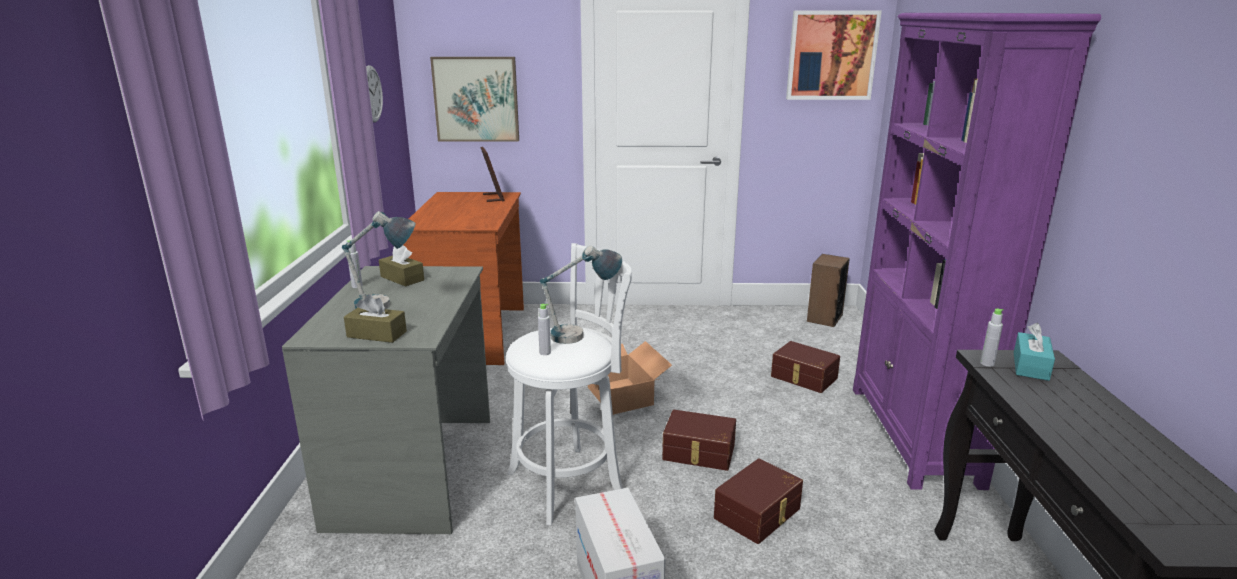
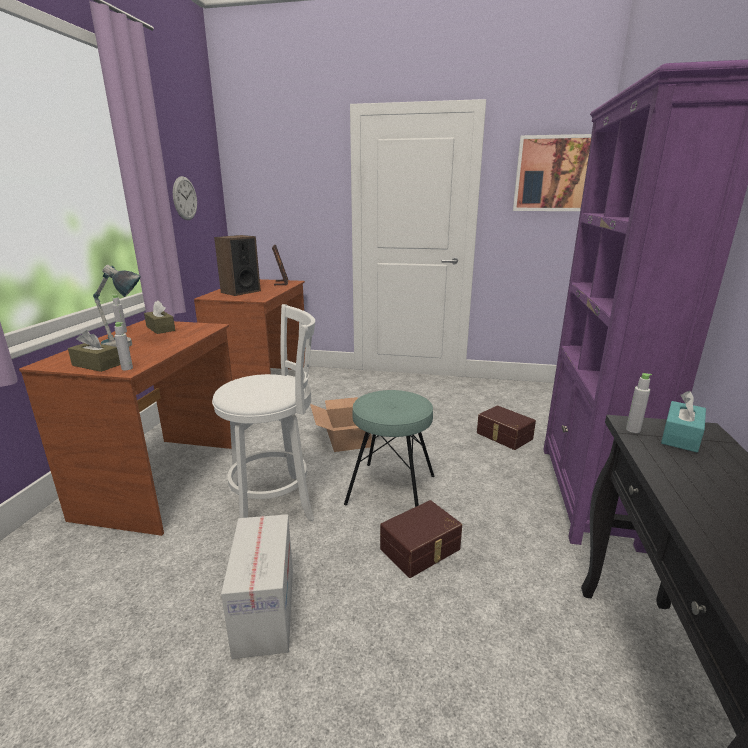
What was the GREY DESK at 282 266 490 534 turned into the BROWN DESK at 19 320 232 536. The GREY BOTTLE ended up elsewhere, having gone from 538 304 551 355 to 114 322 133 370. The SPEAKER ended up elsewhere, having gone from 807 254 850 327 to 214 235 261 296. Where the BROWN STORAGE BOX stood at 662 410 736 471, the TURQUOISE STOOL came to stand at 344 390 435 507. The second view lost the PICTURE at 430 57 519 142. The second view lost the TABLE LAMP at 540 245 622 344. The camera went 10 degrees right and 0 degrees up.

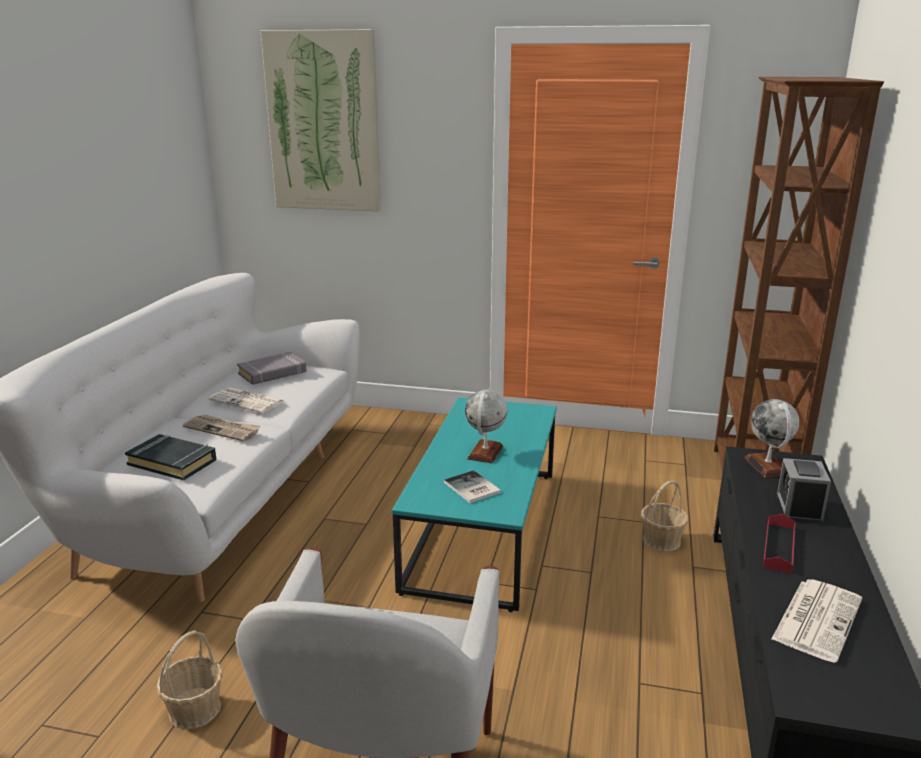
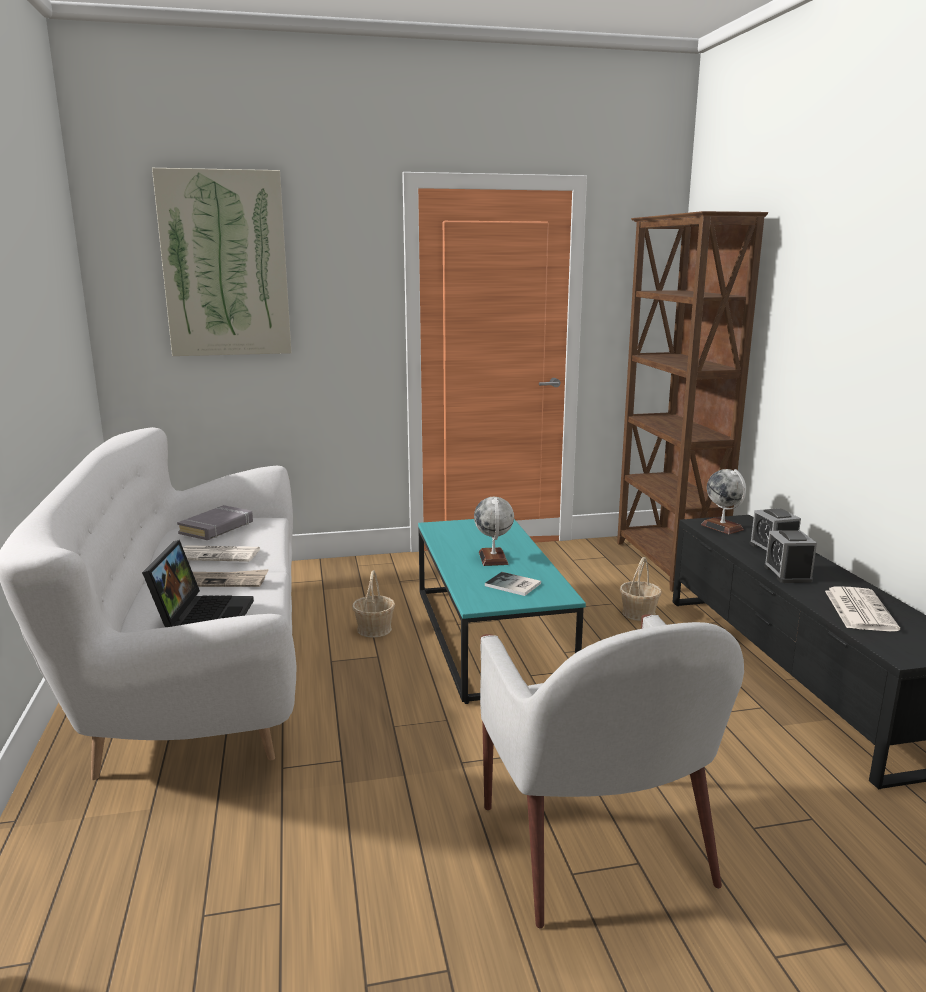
Where the BLACK BOOK stood at 125 434 216 480, the LAPTOP came to stand at 142 540 254 627. The BASKET ended up elsewhere, having gone from 156 630 223 729 to 352 570 395 638. Where the RED TRAY stood at 763 514 796 573, the ALARM CLOCK came to stand at 764 530 817 583. The camera went 25 degrees left and 5 degrees down.

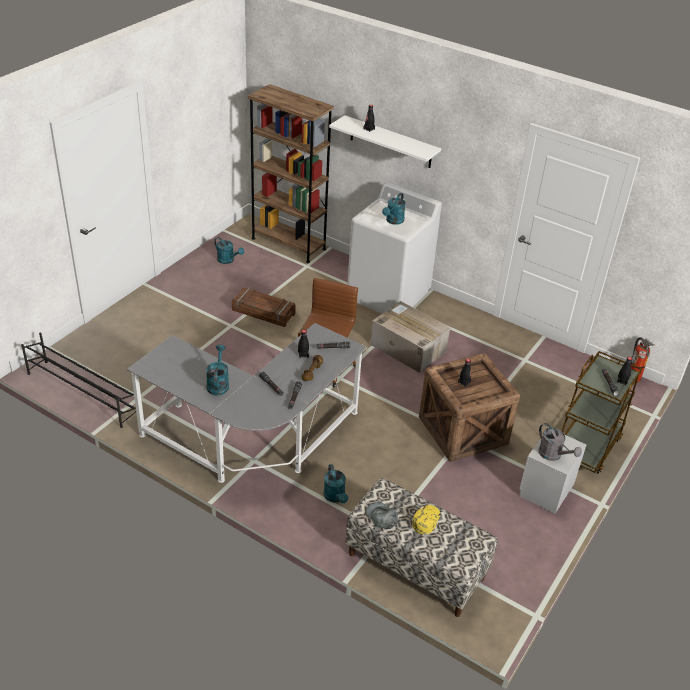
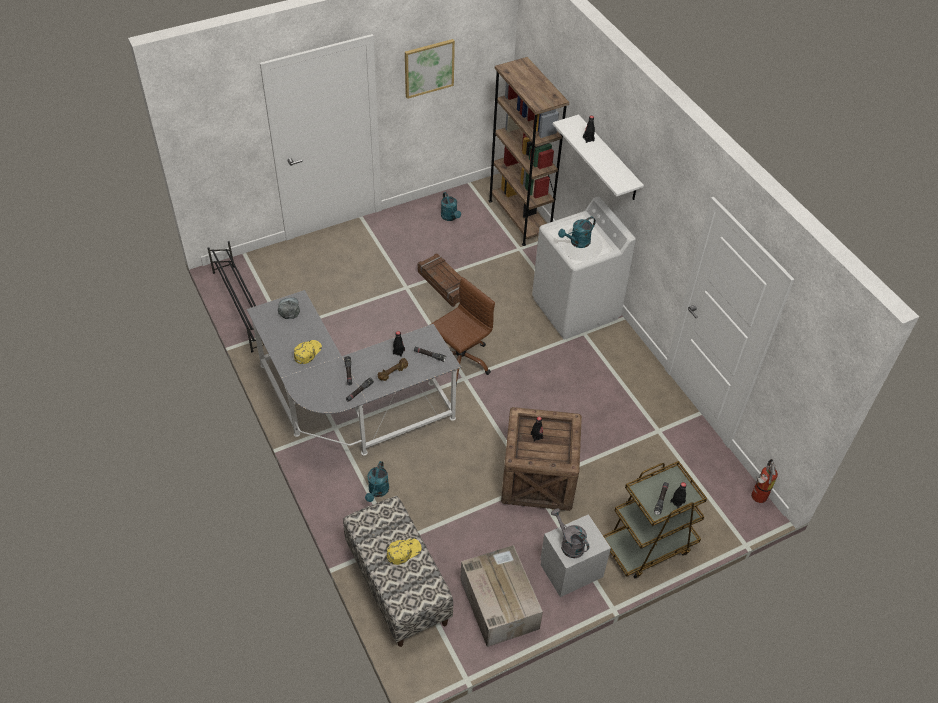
The GREY CAP ended up elsewhere, having gone from 365 502 398 529 to 278 297 300 319. Where the TURQUOISE WATERING CAN stood at 206 345 229 395, the YELLOW CAP came to stand at 294 340 322 364. The second view gained the PICTURE at 405 39 455 99. The CARDBOARD BOX ended up elsewhere, having gone from 370 301 450 373 to 460 545 543 647. The GREY WATERING CAN at 538 423 582 461 ended up facing another way, 150 degrees clockwise from before. The camera went 30 degrees right and 10 degrees up.

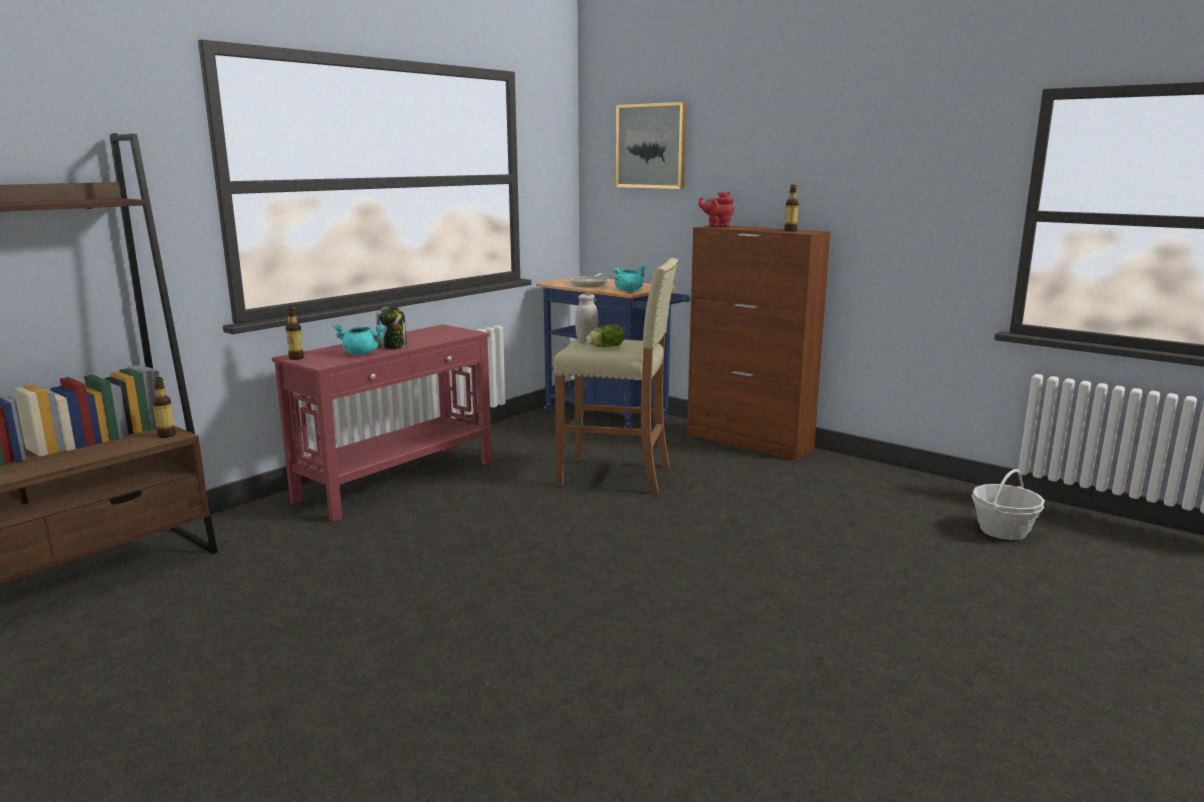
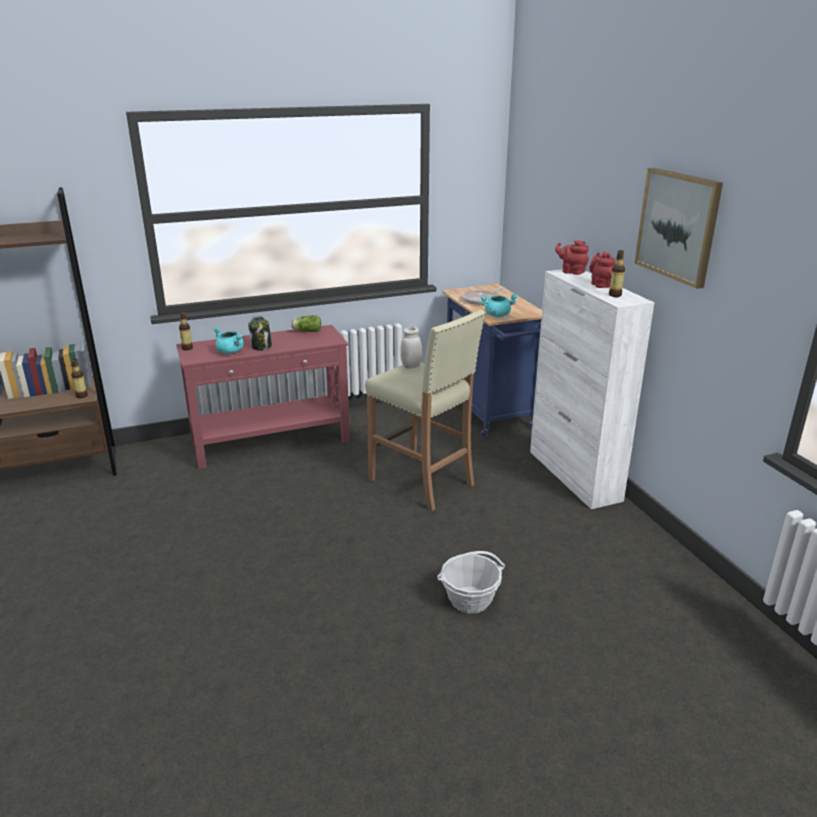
The LETTUCE ended up elsewhere, having gone from 586 324 624 347 to 291 315 321 332. The BASKET ended up elsewhere, having gone from 972 469 1045 540 to 437 551 505 613. What was the BROWN CABINET at 687 226 830 461 turned into the WHITE CABINET at 530 269 654 509. The second view gained the RED TEAPOT at 589 252 616 288. The PICTURE ended up elsewhere, having gone from 616 102 686 189 to 635 168 723 289. The camera went 30 degrees right and 10 degrees up.

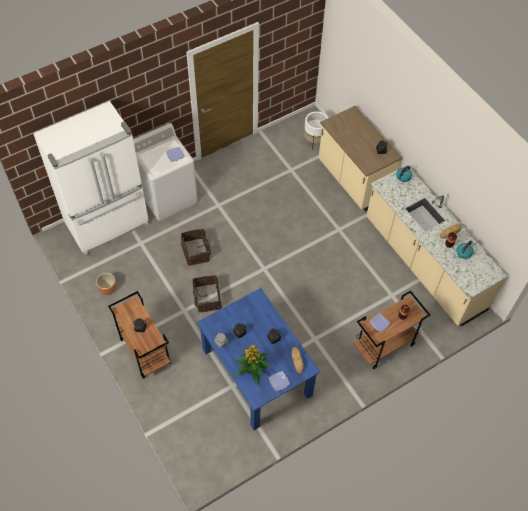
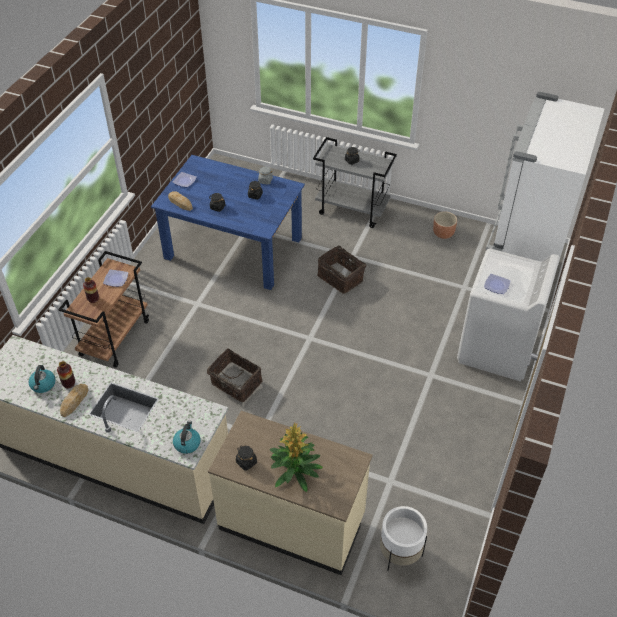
The BASKET ended up elsewhere, having gone from 181 229 211 266 to 207 348 263 402. The POTTED PLANT ended up elsewhere, having gone from 236 344 270 386 to 270 423 323 492. What was the BROWN CART at 108 291 171 379 turned into the GREY CART at 313 137 397 228. The camera went 145 degrees right and 10 degrees down.

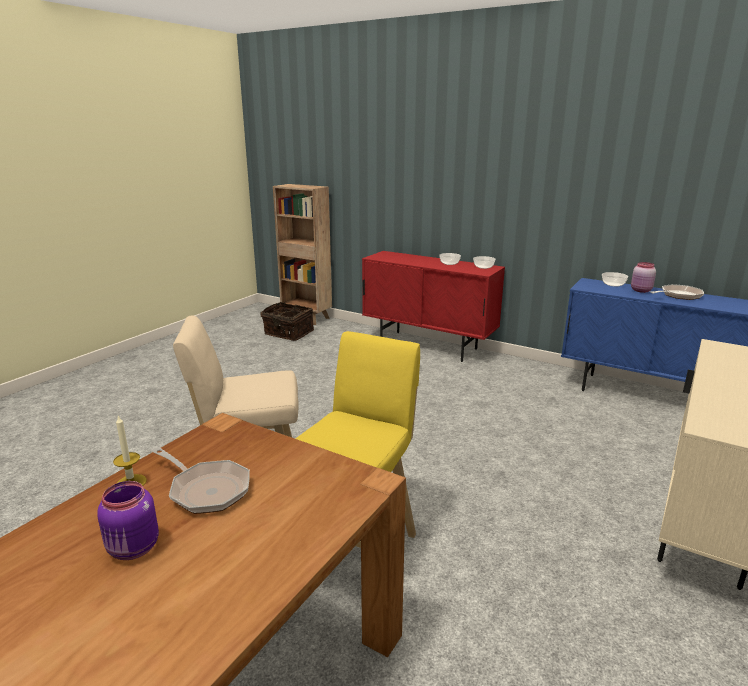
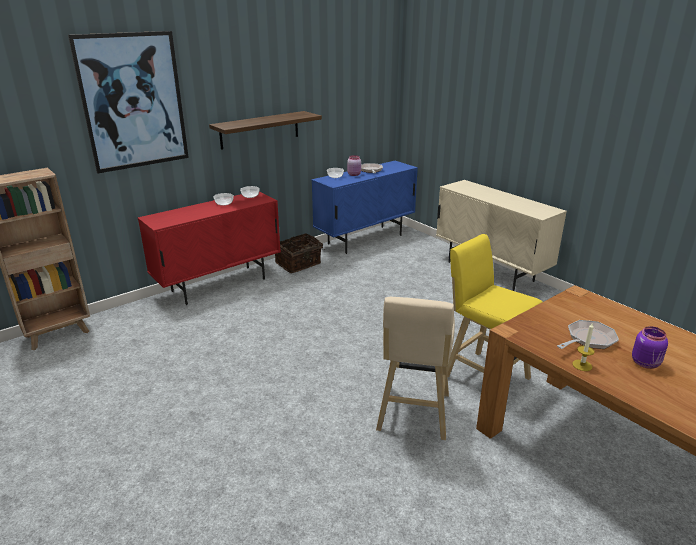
The second view gained the PICTURE at 68 31 189 173. The second view gained the SHELF at 209 111 322 150. The BASKET ended up elsewhere, having gone from 260 302 314 341 to 275 233 325 273. The camera went 70 degrees left and 5 degrees up.

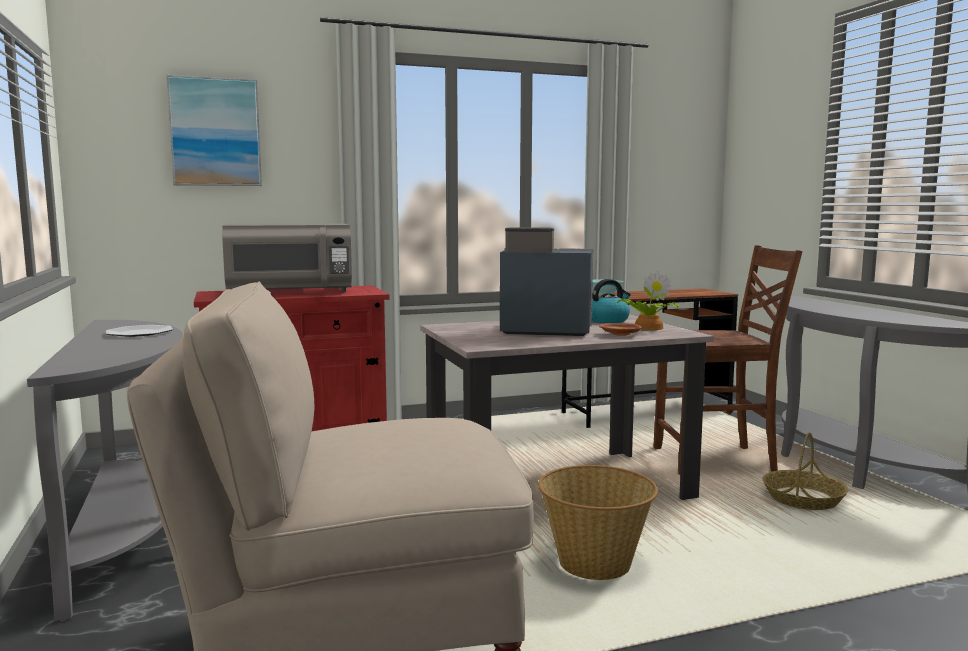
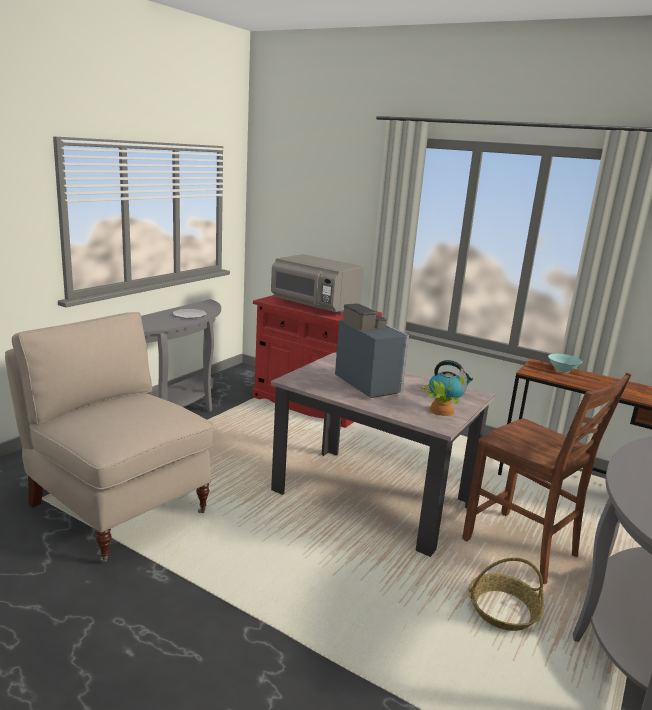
The second view lost the PICTURE at 166 75 262 186. The second view lost the BASKET at 538 465 658 580. The second view lost the BROWN PLATE at 599 323 642 336. The camera went 50 degrees right and 10 degrees up.

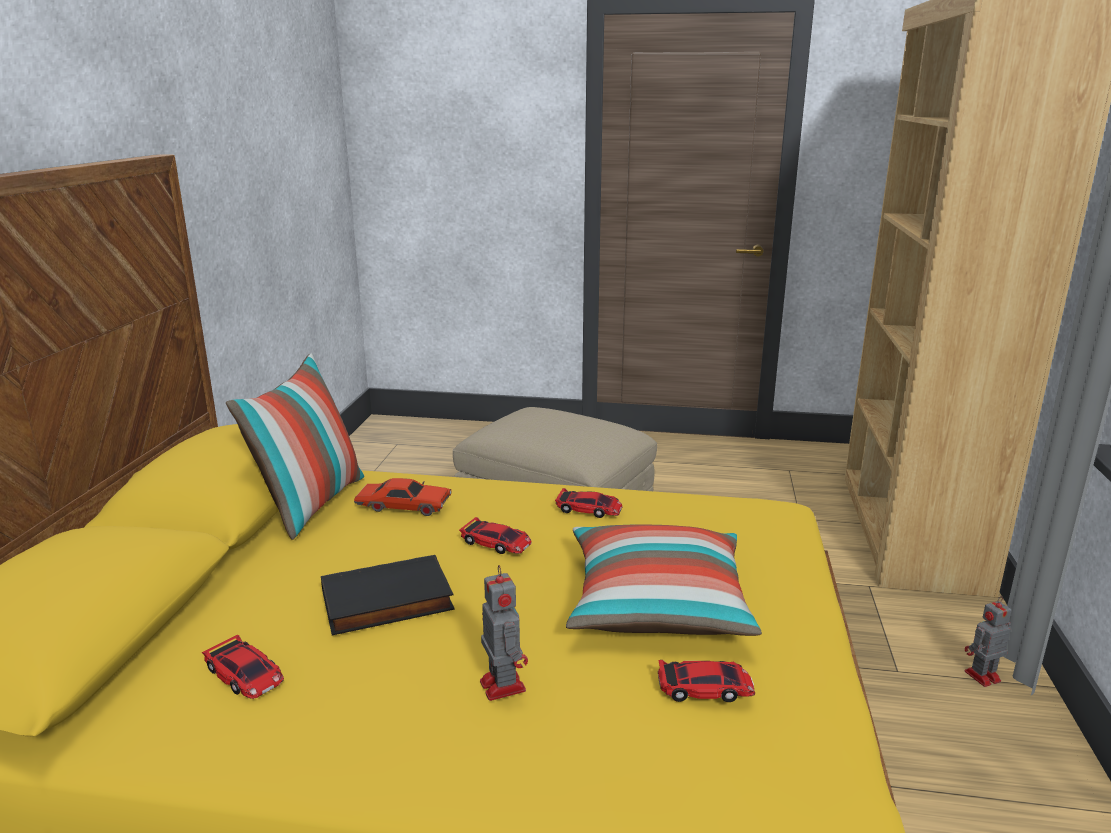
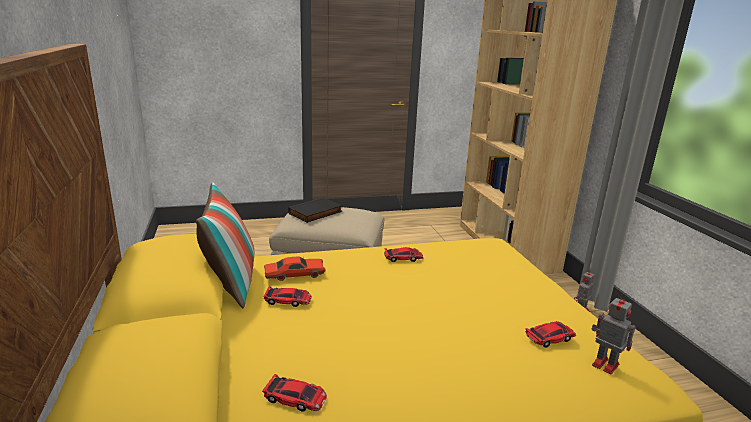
The TOY CAR ended up elsewhere, having gone from 459 517 532 554 to 263 286 312 307. The BLACK BOOK ended up elsewhere, having gone from 321 555 454 635 to 288 197 342 223. The TOY ROBOT ended up elsewhere, having gone from 480 565 528 701 to 592 293 636 374. The second view lost the PILLOW at 566 525 762 636. The camera went 25 degrees left and 0 degrees up.

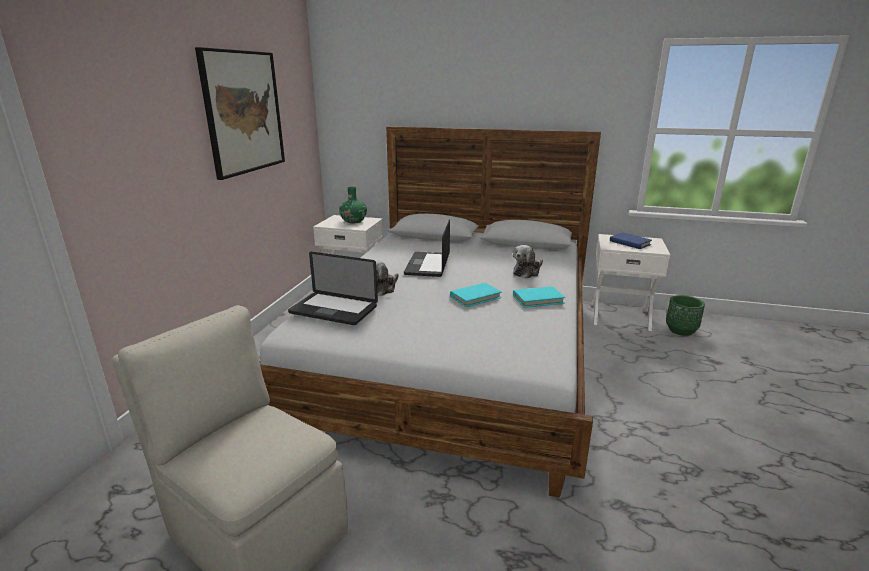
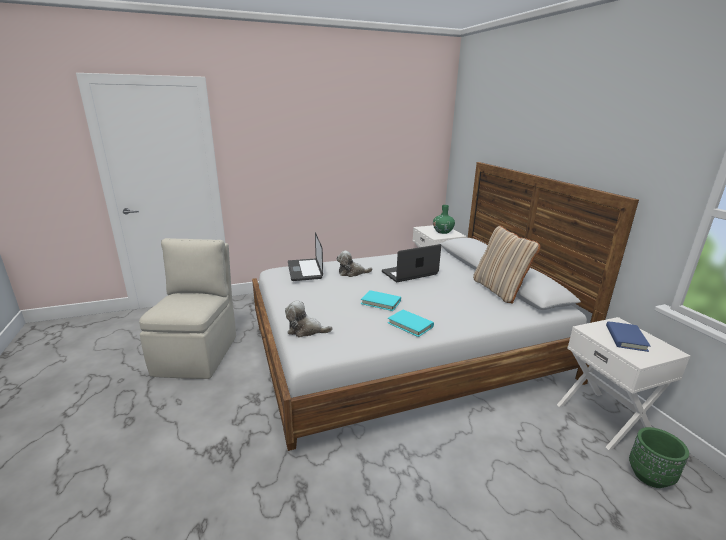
The PLUSH TOY ended up elsewhere, having gone from 513 245 543 279 to 285 300 333 337. The second view gained the BEIGE PILLOW at 473 226 541 304. The second view lost the PICTURE at 195 47 285 180. The camera went 55 degrees right and 0 degrees up.

